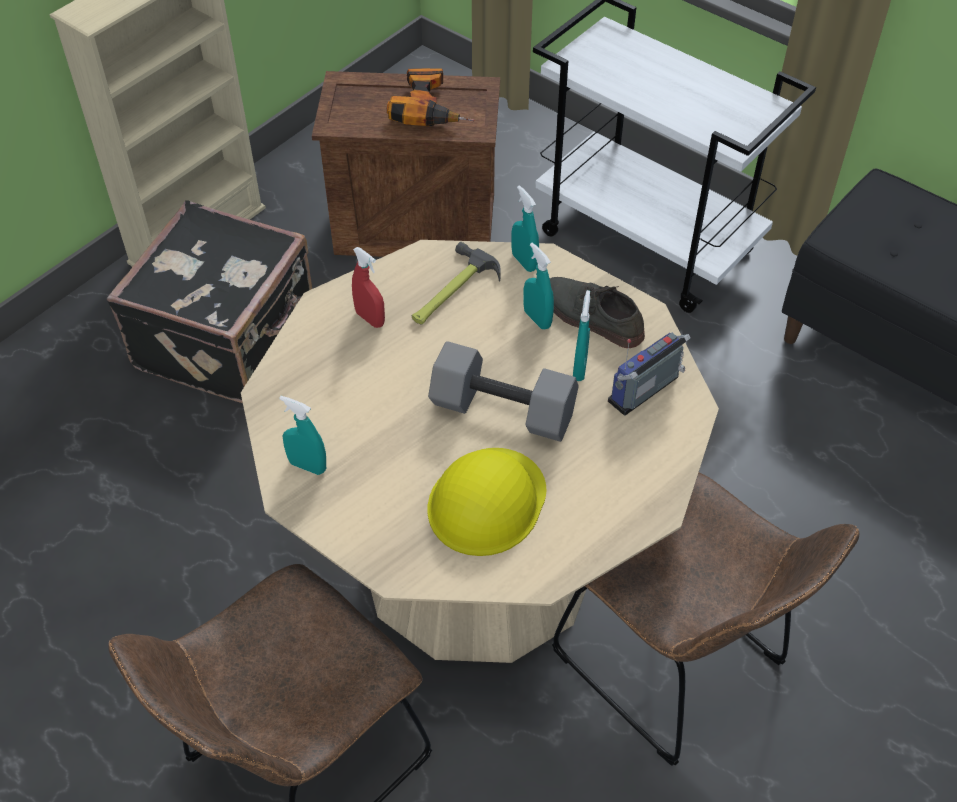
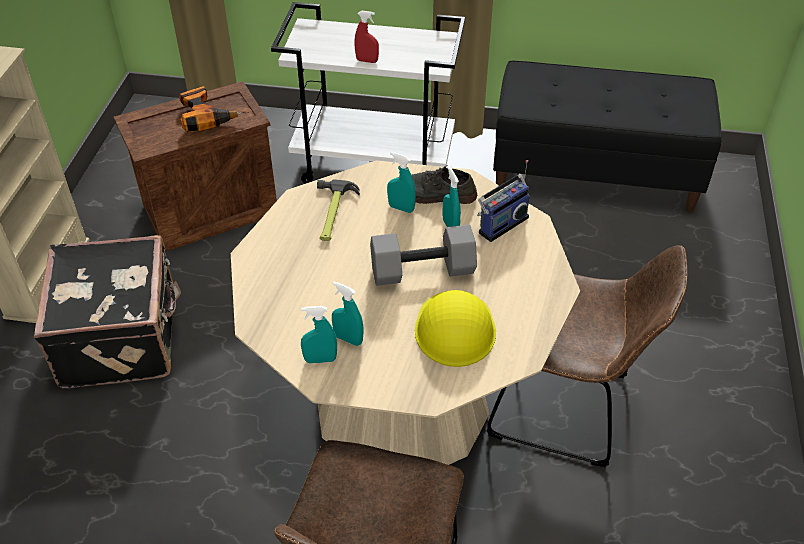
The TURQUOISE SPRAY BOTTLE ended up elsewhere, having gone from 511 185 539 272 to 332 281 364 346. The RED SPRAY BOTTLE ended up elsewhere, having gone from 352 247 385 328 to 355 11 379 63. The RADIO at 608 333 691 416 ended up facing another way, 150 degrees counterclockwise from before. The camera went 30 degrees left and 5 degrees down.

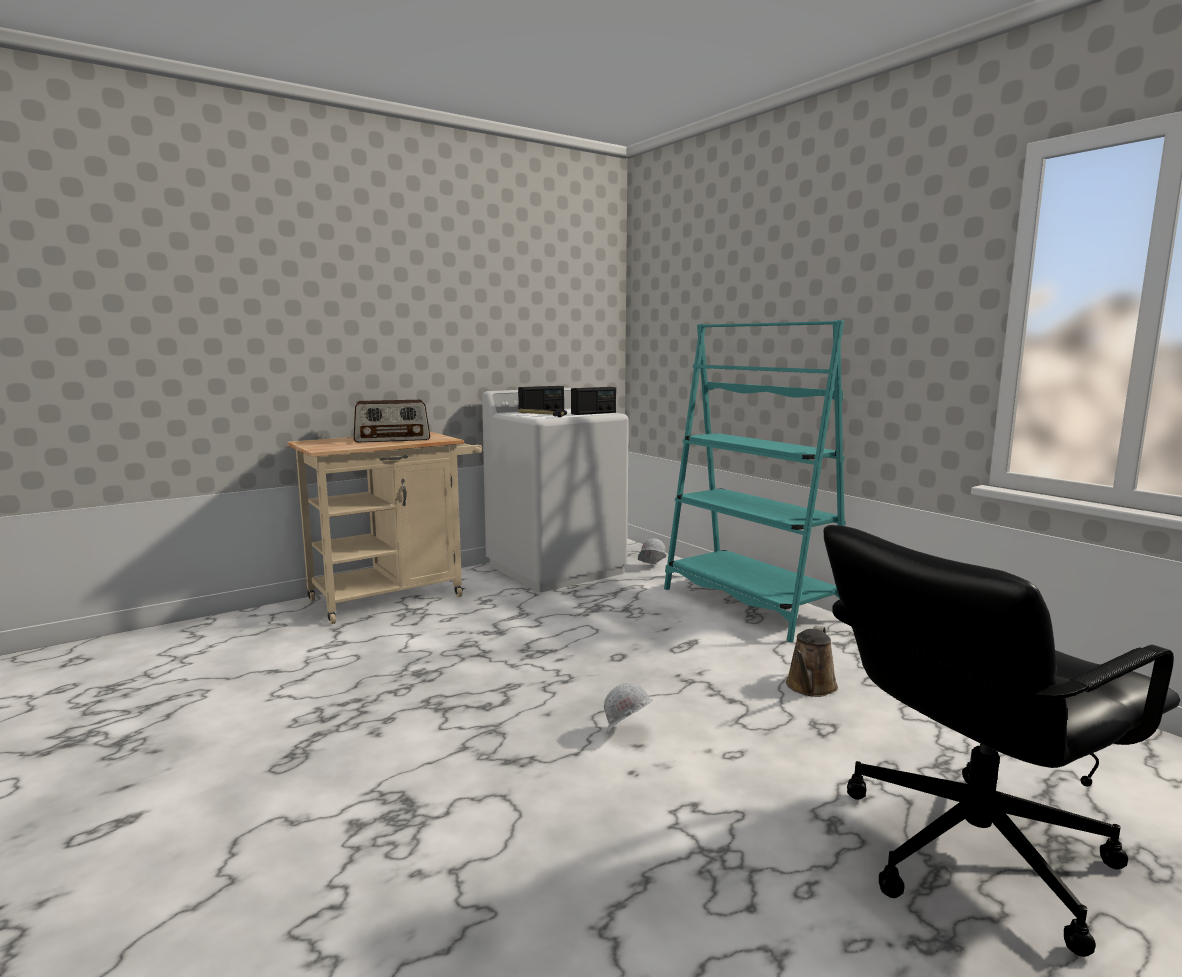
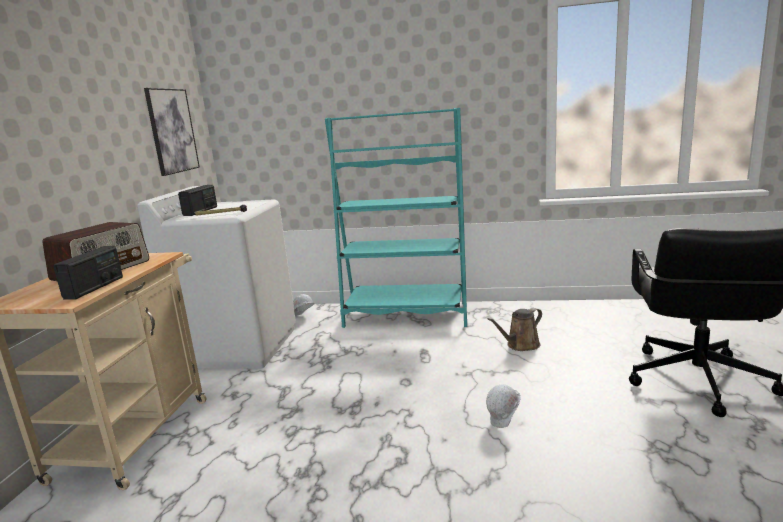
The RADIO ended up elsewhere, having gone from 571 387 616 415 to 53 246 123 300. The second view gained the PICTURE at 144 88 200 176. The BROWN WATERING CAN at 786 626 838 697 ended up facing another way, 75 degrees clockwise from before. The camera went 45 degrees left and 5 degrees up.

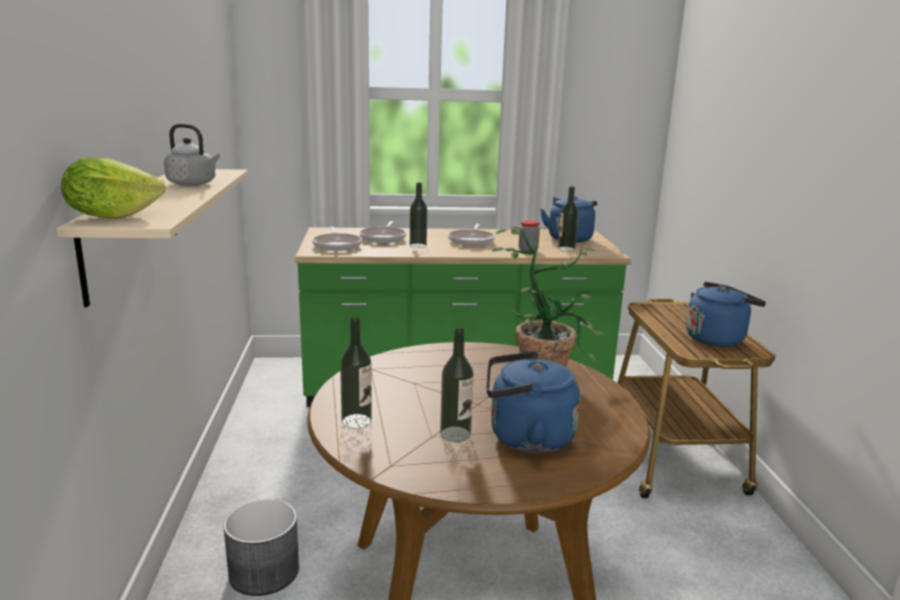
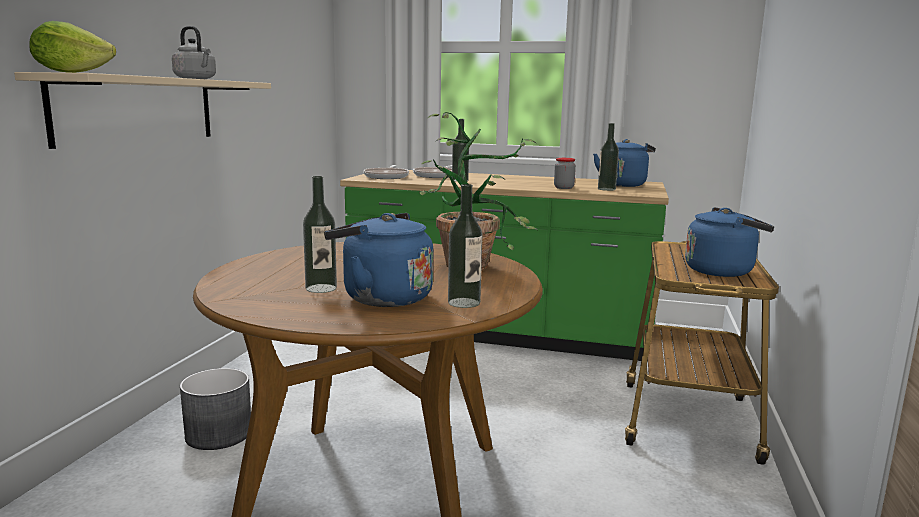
The BOTTLE ended up elsewhere, having gone from 340 317 372 429 to 448 184 482 308. The second view lost the FRYING PAN at 448 224 495 246. The camera went 20 degrees right and 5 degrees down.

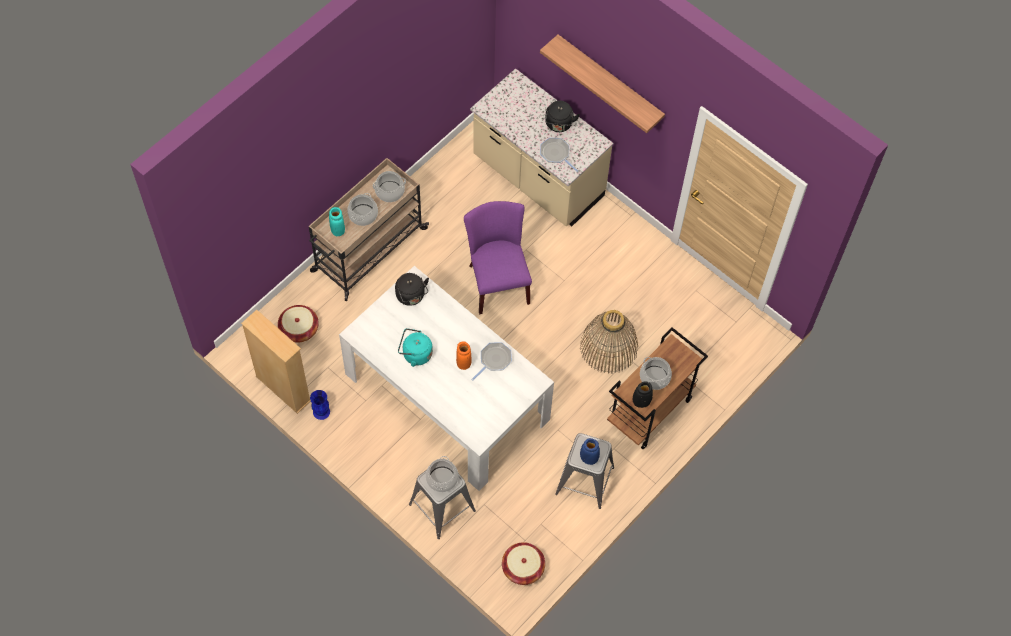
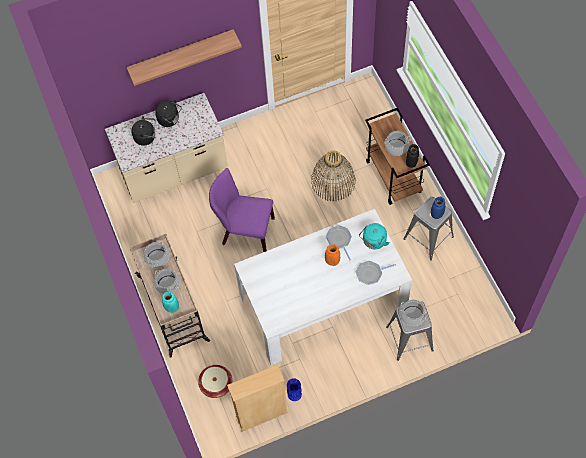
The BLACK KETTLE ended up elsewhere, having gone from 395 273 429 306 to 131 116 155 146. The FRYING PAN ended up elsewhere, having gone from 540 138 578 172 to 356 261 396 285. The TURQUOISE KETTLE ended up elsewhere, having gone from 398 328 433 367 to 359 223 390 250. The second view lost the BASKET at 502 542 545 585. The camera went 60 degrees left and 0 degrees up.

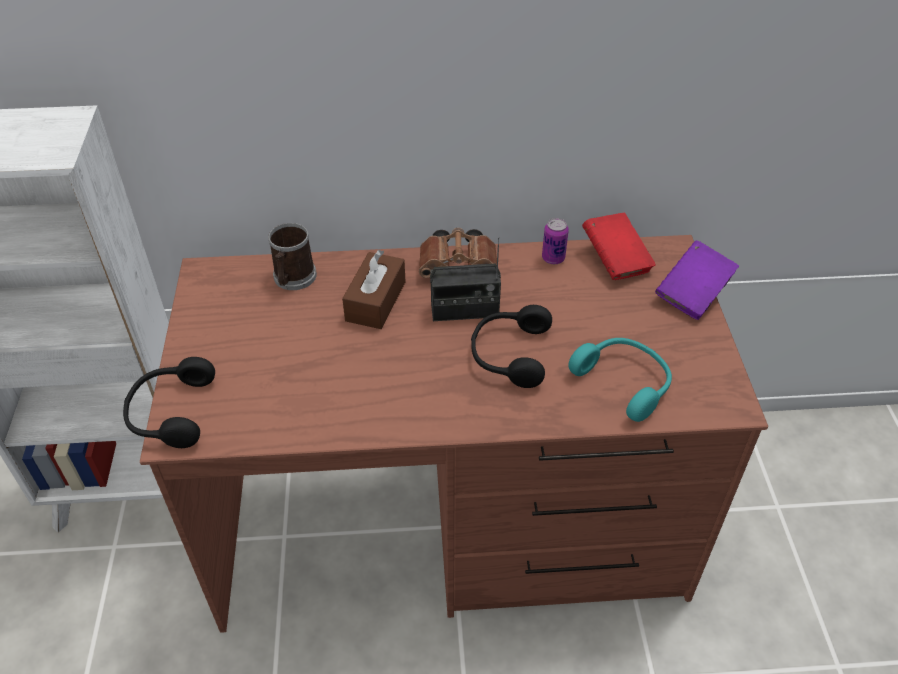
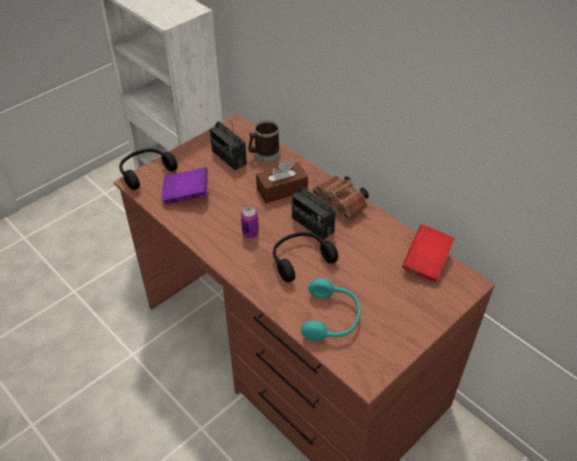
The PURPLE BOOK ended up elsewhere, having gone from 655 241 739 320 to 162 167 208 205. The second view gained the RADIO at 210 121 247 170. The CAN ended up elsewhere, having gone from 542 218 569 264 to 241 207 259 239. The camera went 50 degrees right and 0 degrees up.

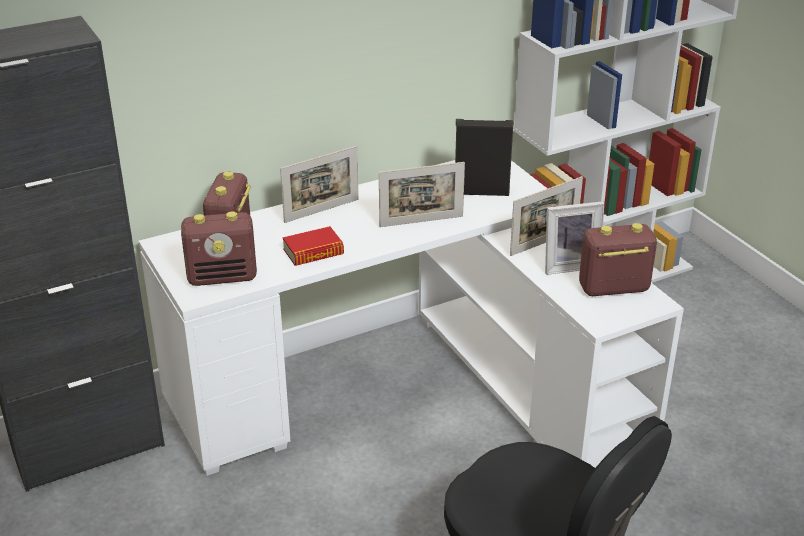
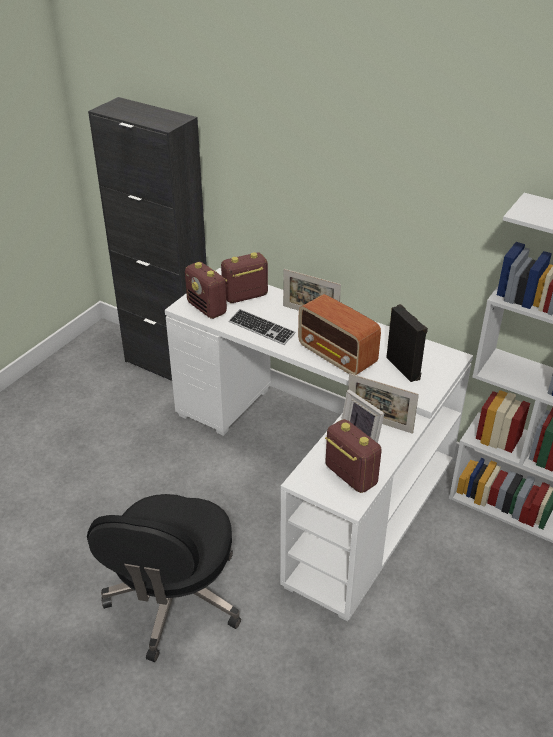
Where the BOOK stood at 283 226 344 266, the KEYBOARD came to stand at 229 309 296 345. Where the PICTURE FRAME stood at 379 162 465 227, the RADIO came to stand at 298 294 381 375. The camera went 60 degrees right and 5 degrees up.

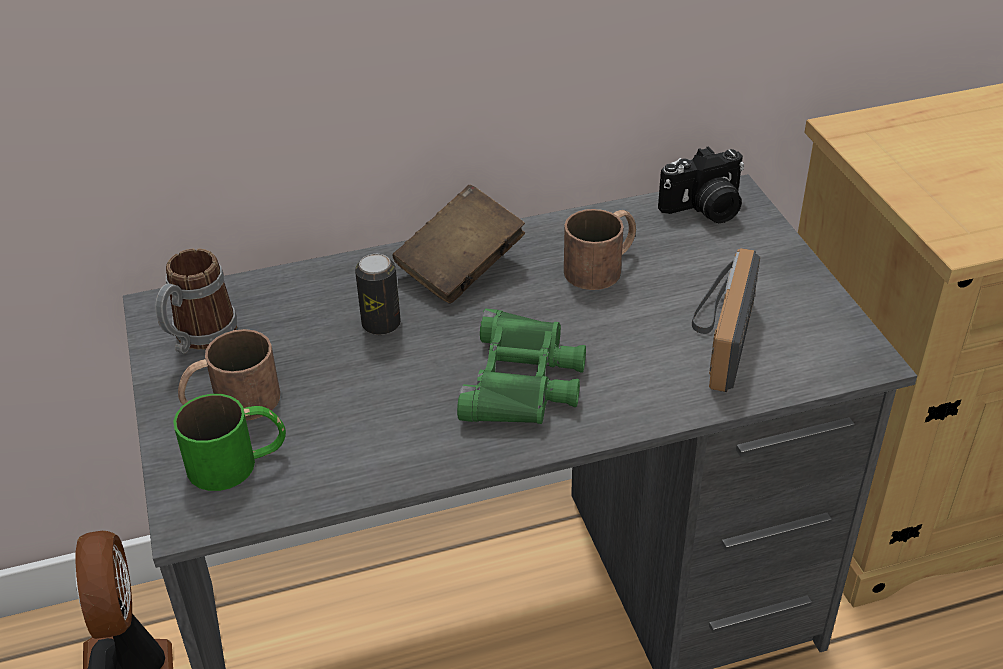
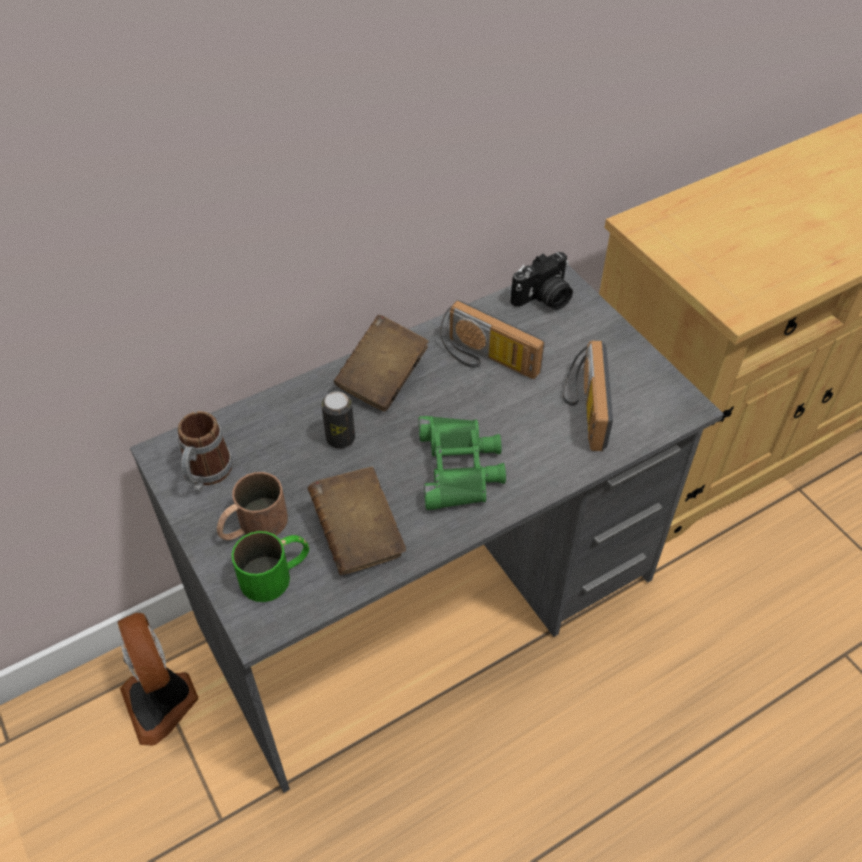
The second view gained the BROWN BOOK at 308 467 406 575. Where the BROWN MUG stood at 564 209 636 290, the RADIO came to stand at 440 300 544 379. The camera went 15 degrees left and 10 degrees up.

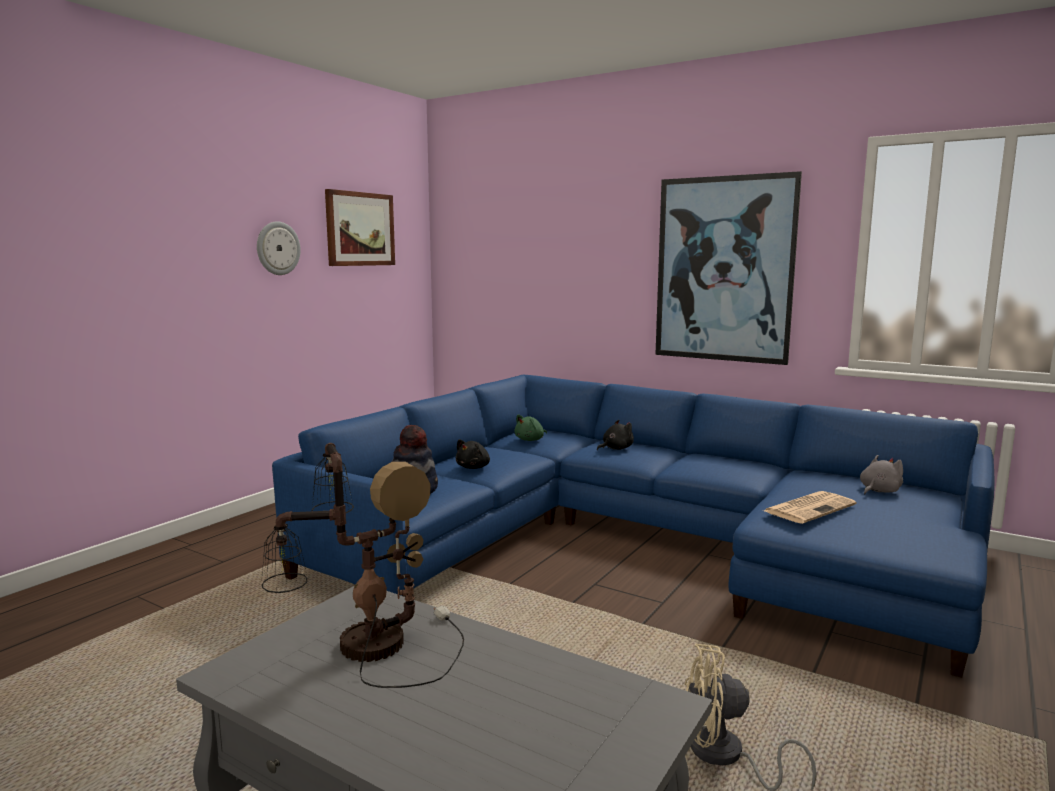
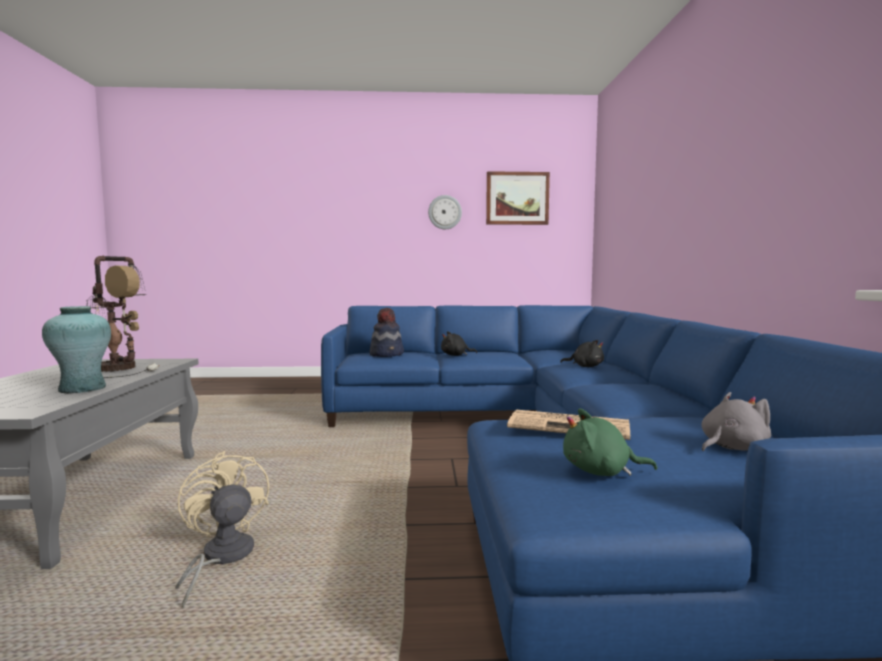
The second view gained the TURQUOISE VASE at 42 306 111 393. The GREEN PLUSH TOY ended up elsewhere, having gone from 515 414 547 441 to 563 408 658 476. The GREY PLUSH TOY at 860 455 903 494 ended up facing another way, 45 degrees counterclockwise from before. The second view lost the PICTURE at 655 171 802 365. The camera went 55 degrees right and 5 degrees down.

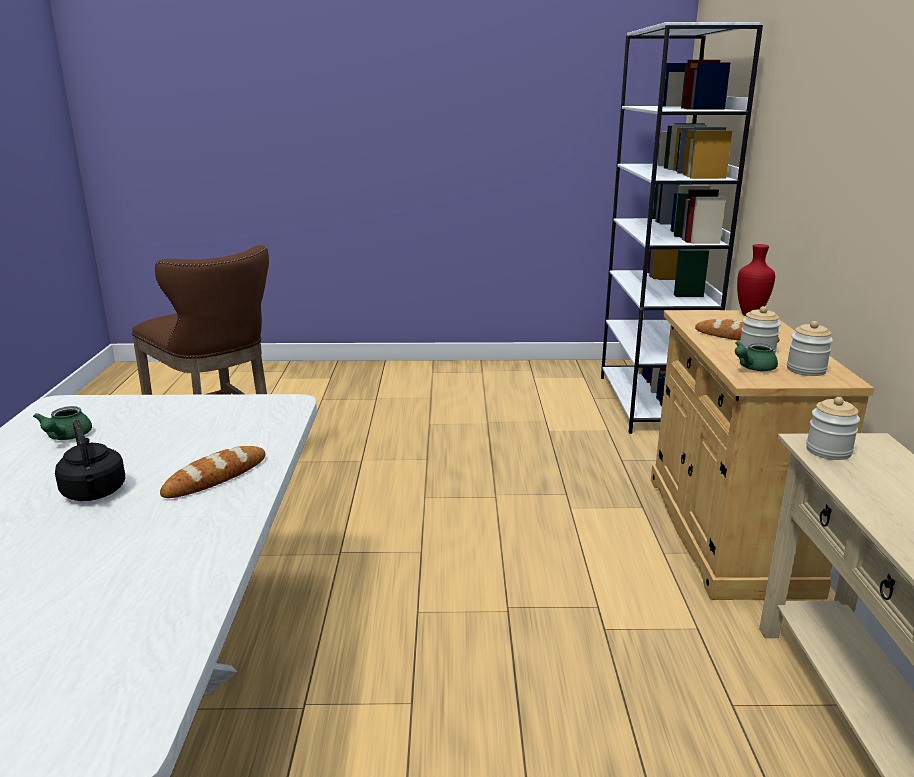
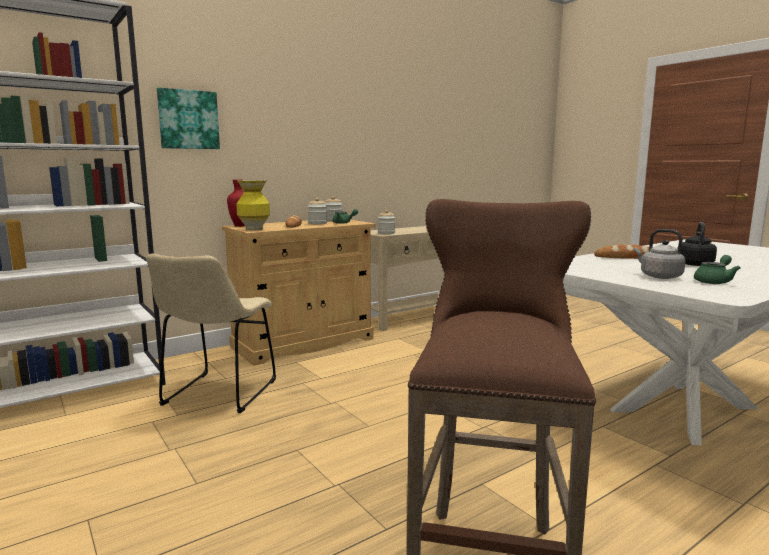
The second view gained the BEIGE CHAIR at 146 254 276 413. The second view gained the PICTURE at 157 87 220 149. The second view gained the VASE at 236 180 270 231. The second view gained the GREY KETTLE at 634 229 686 279. The camera went 125 degrees left and 10 degrees down.

